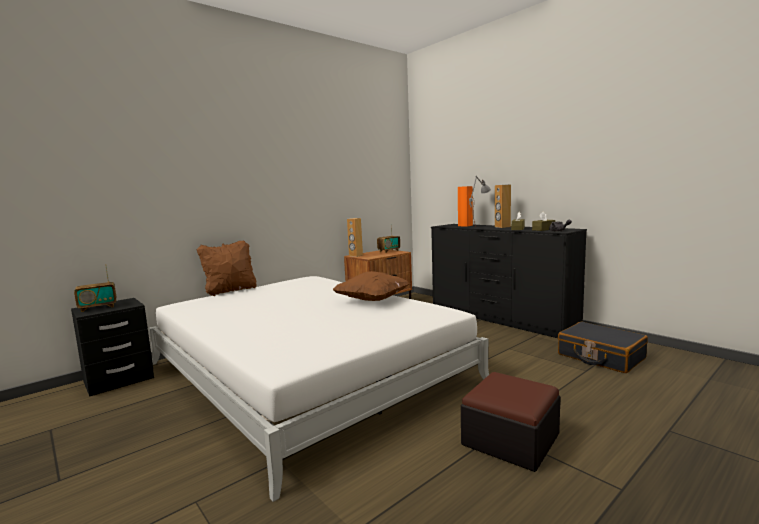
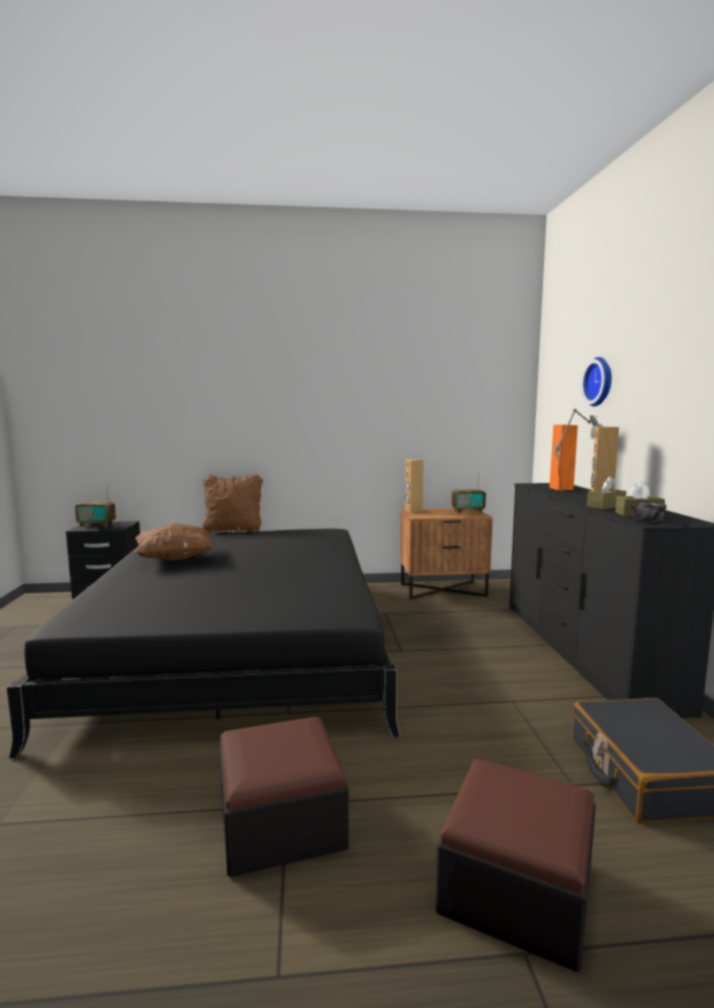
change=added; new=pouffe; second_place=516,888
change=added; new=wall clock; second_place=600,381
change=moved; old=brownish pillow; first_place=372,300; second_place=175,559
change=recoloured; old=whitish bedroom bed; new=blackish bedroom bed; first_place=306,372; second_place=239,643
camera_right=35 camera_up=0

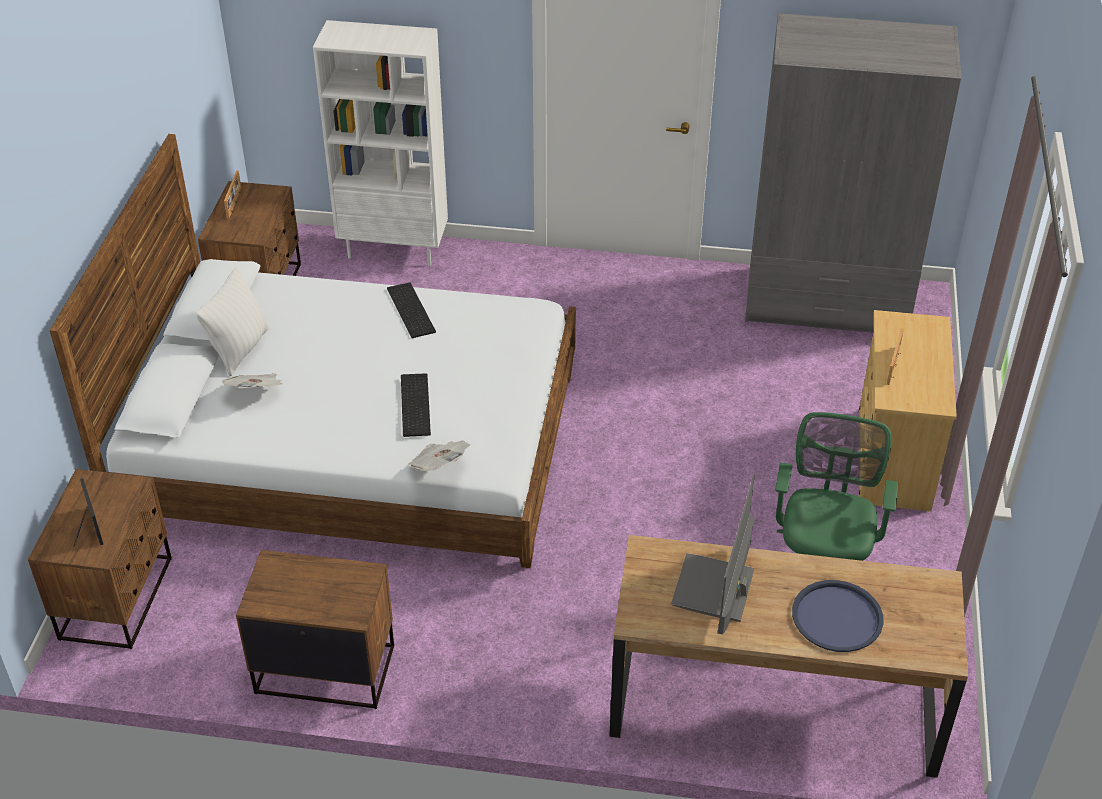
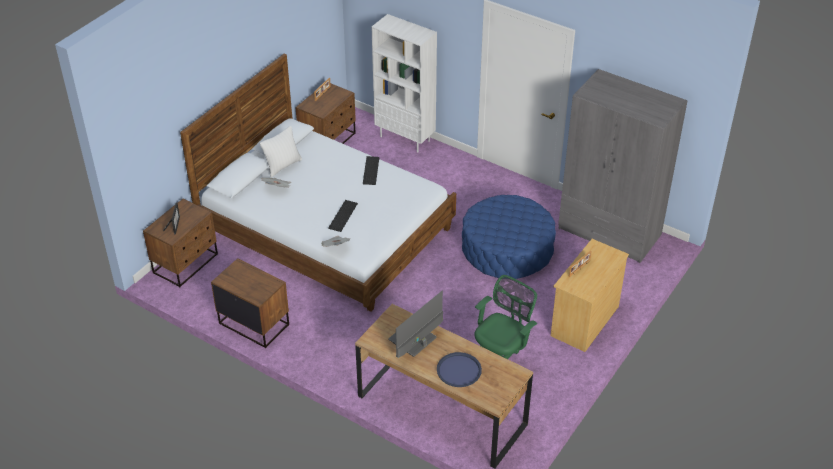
change=added; new=bluish pouffe; second_place=507,249
camera_right=25 camera_up=0

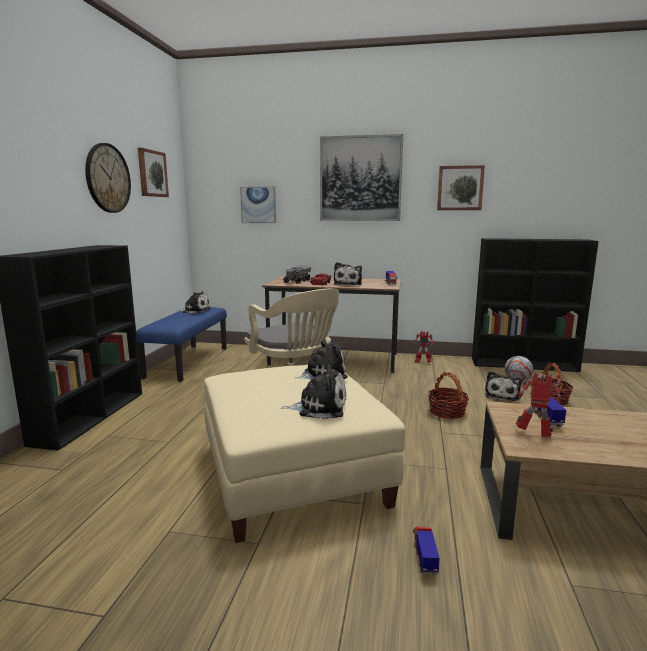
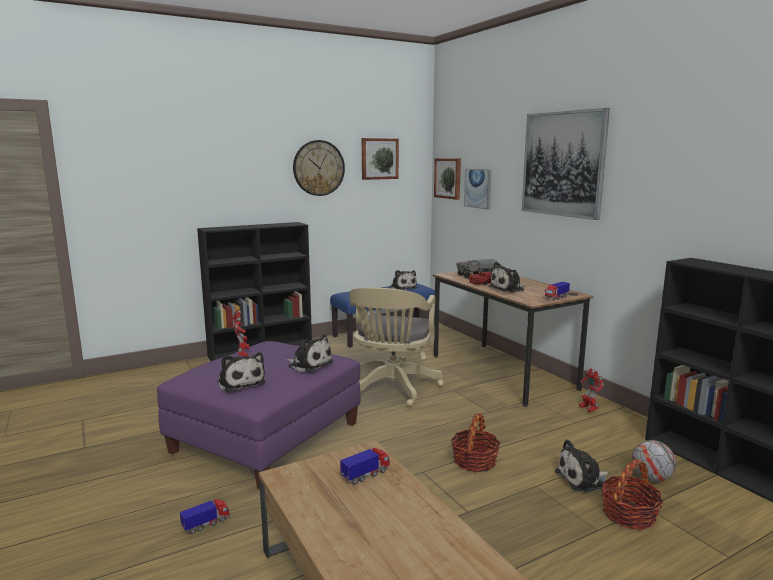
change=moved; old=wall art; first_place=460,188; second_place=448,178
change=moved; old=robot figure; first_place=534,435; second_place=243,354
change=recoloured; old=beige-coloured pouffe; new=purple pouffe; first_place=292,473; second_place=266,437
camera_right=50 camera_up=0

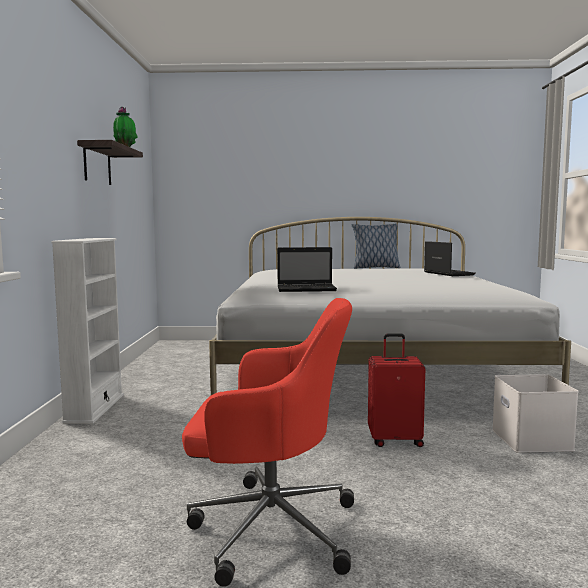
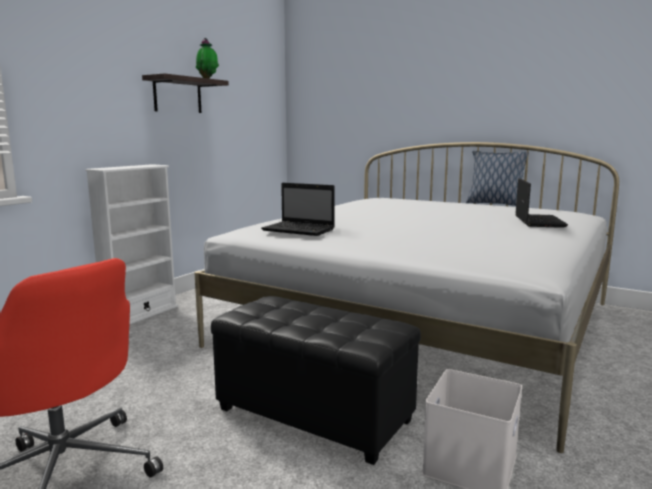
change=replaced; old=red-coloured suitcase; new=blackish pouffe; first_place=395,440; second_place=315,415
camera_right=30 camera_up=5

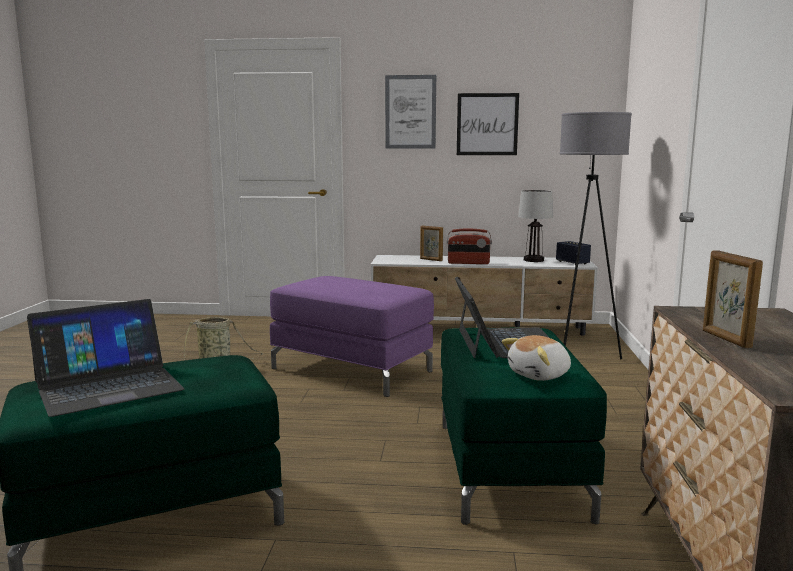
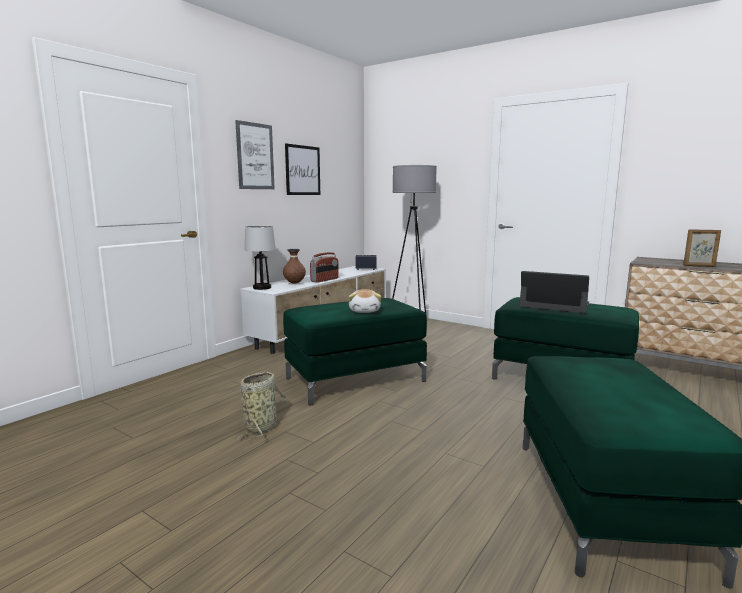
change=removed; old=notebook computer; first_place=108,385
change=moved; old=soft toy; first_place=540,375; second_place=365,311
change=moved; old=lamp for a table; first_place=533,260; second_place=261,288
change=replaced; old=standing frame; new=brownish decorative vase; first_place=431,260; second_place=294,283
change=recoloured; old=purple pouffe; new=green pouffe; first_place=353,370; second_place=356,379
camera_right=-60 camera_up=0

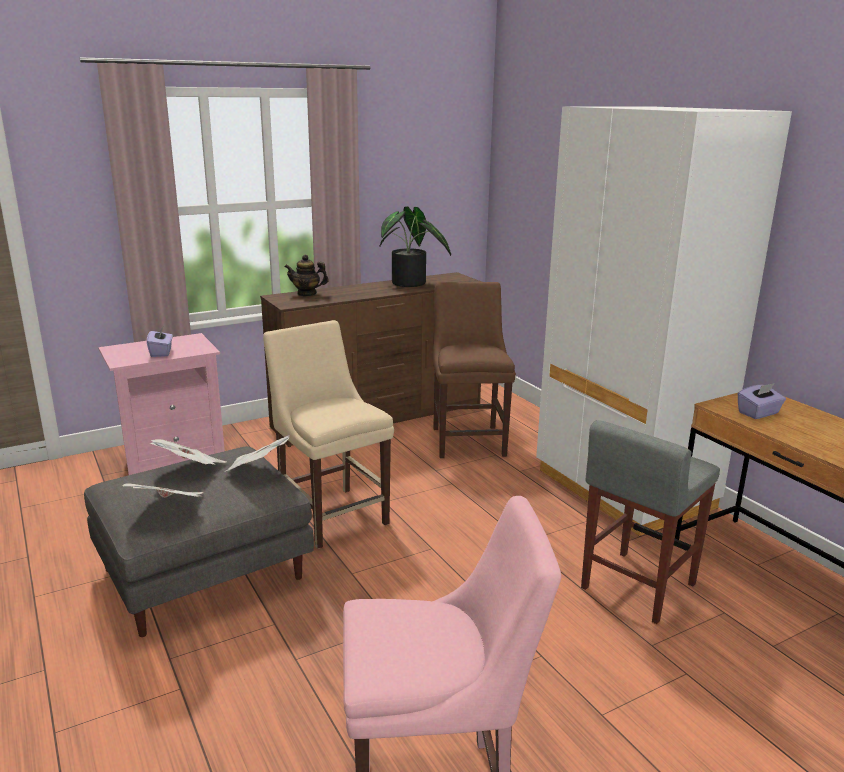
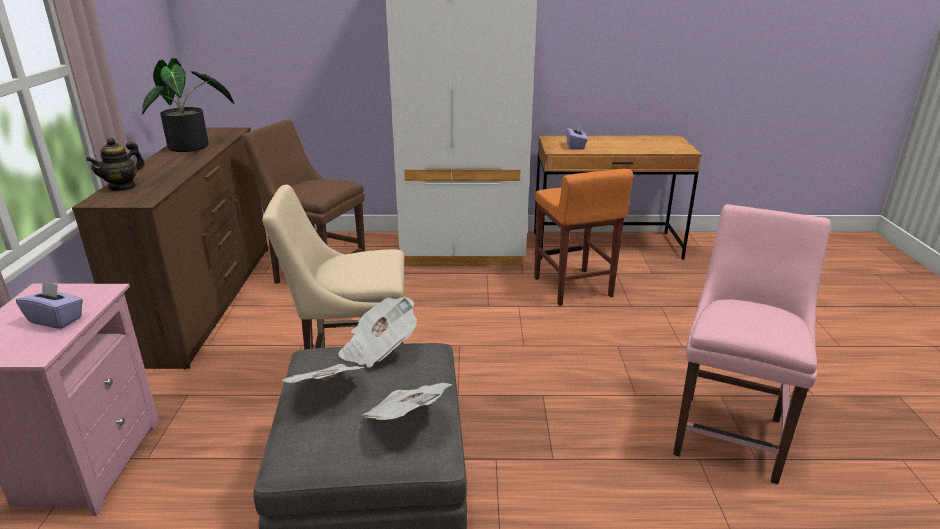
change=recoloured; old=greyish stool seat; new=orange stool seat; first_place=637,586; second_place=573,287
camera_right=-60 camera_up=5

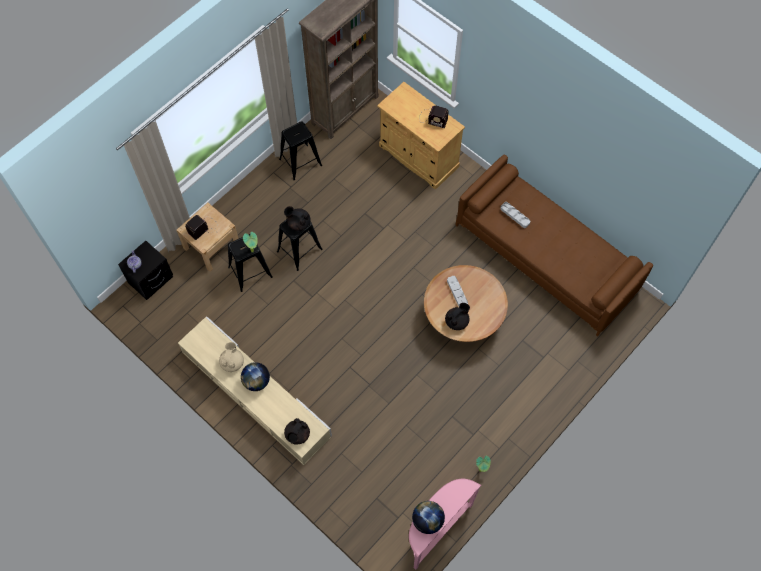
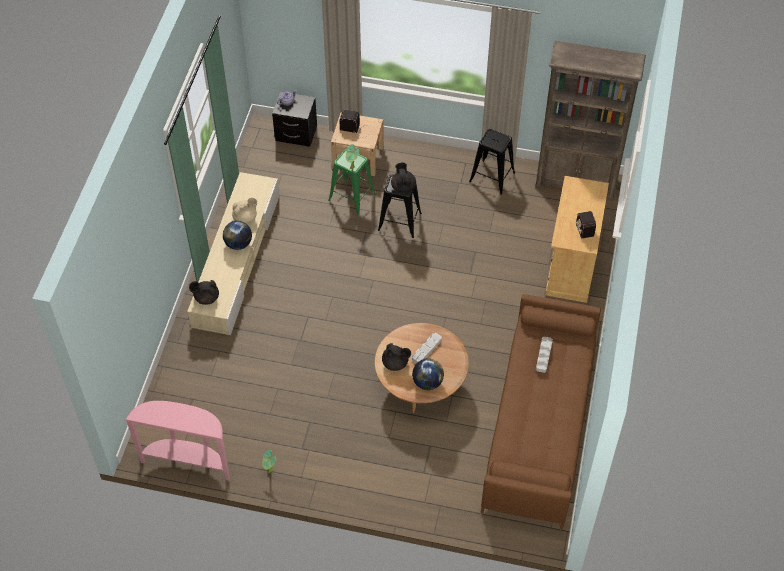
change=moved; old=globe; first_place=427,520; second_place=427,382
change=recoloured; old=blackish stool seat; new=green stool seat; first_place=250,272; second_place=351,197
camera_right=60 camera_up=-10

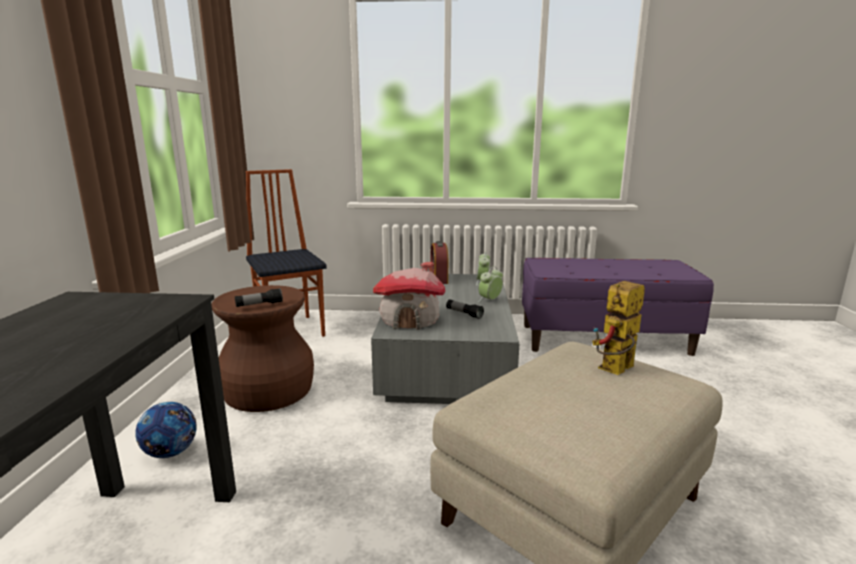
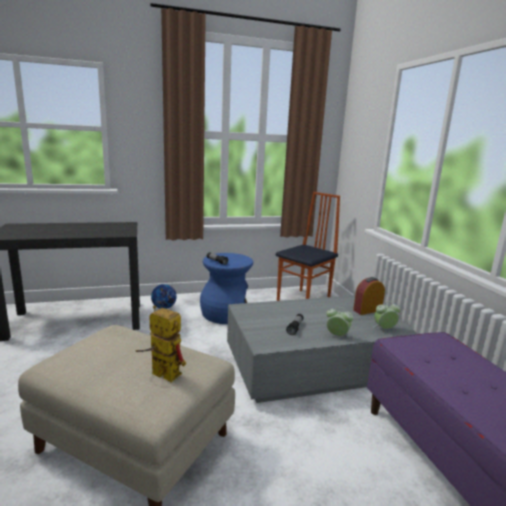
change=removed; old=miniature house; first_place=410,320
change=recoloured; old=brownish stool seat; new=bluish stool seat; first_place=267,391; second_place=225,313
camera_right=70 camera_up=0

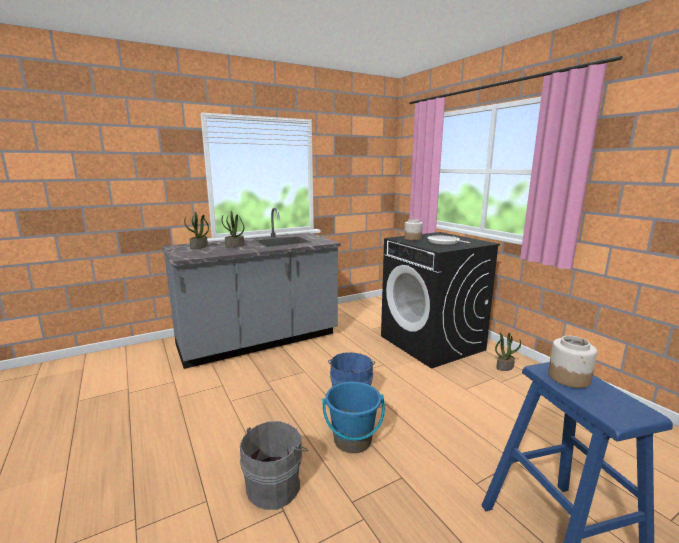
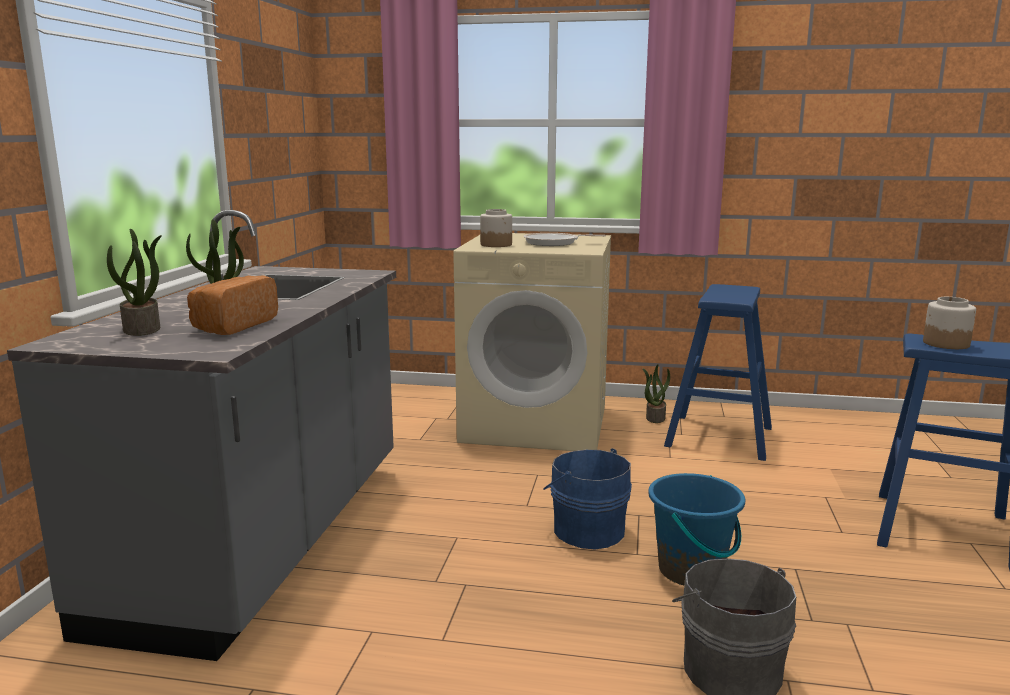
change=added; new=bread; second_place=233,325
change=added; new=bluish stool seat; second_place=719,436
change=recoloured; old=blackish laundry machine; new=beige-coloured laundry machine; first_place=432,343; second_place=536,424
camera_right=-50 camera_up=0

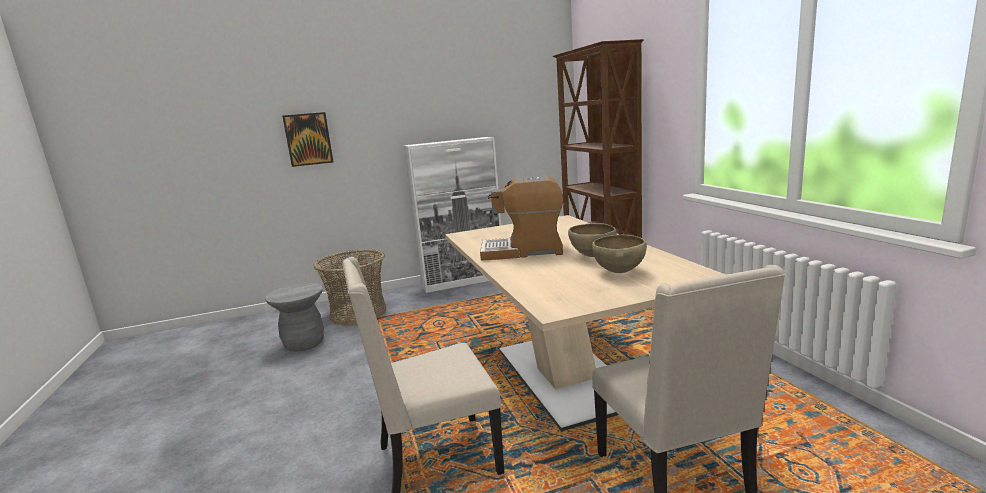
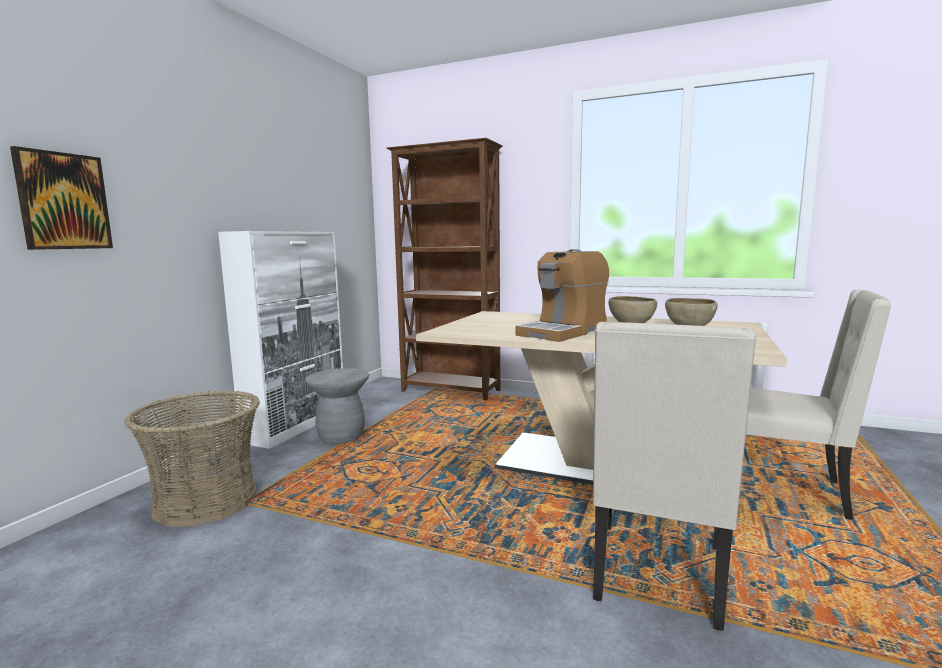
change=moved; old=greyish stool seat; first_place=304,343; second_place=341,437
camera_right=-50 camera_up=-5

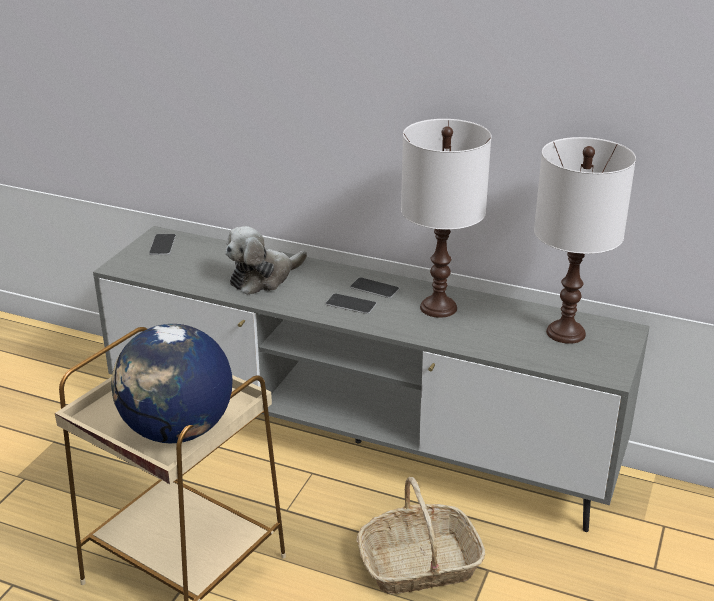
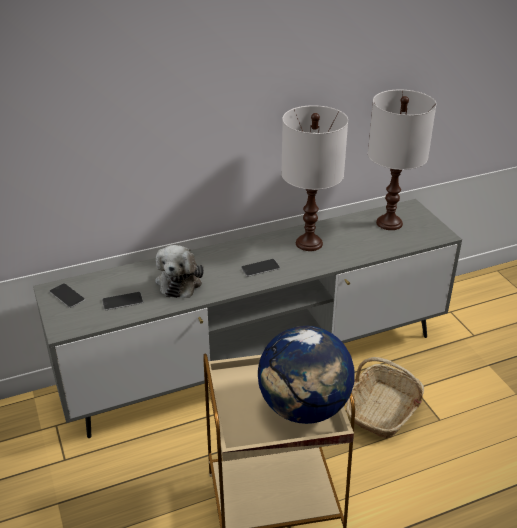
change=moved; old=phone; first_place=374,288; second_place=122,301
camera_right=-45 camera_up=5

